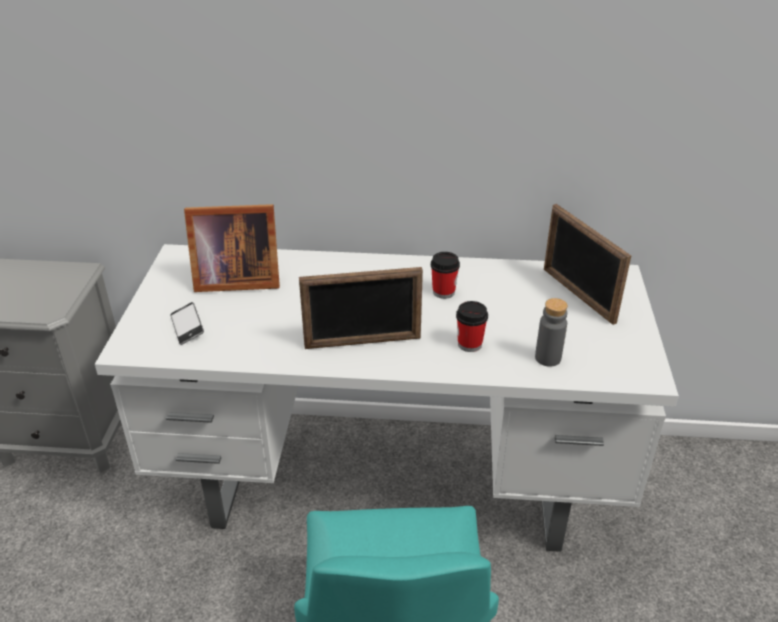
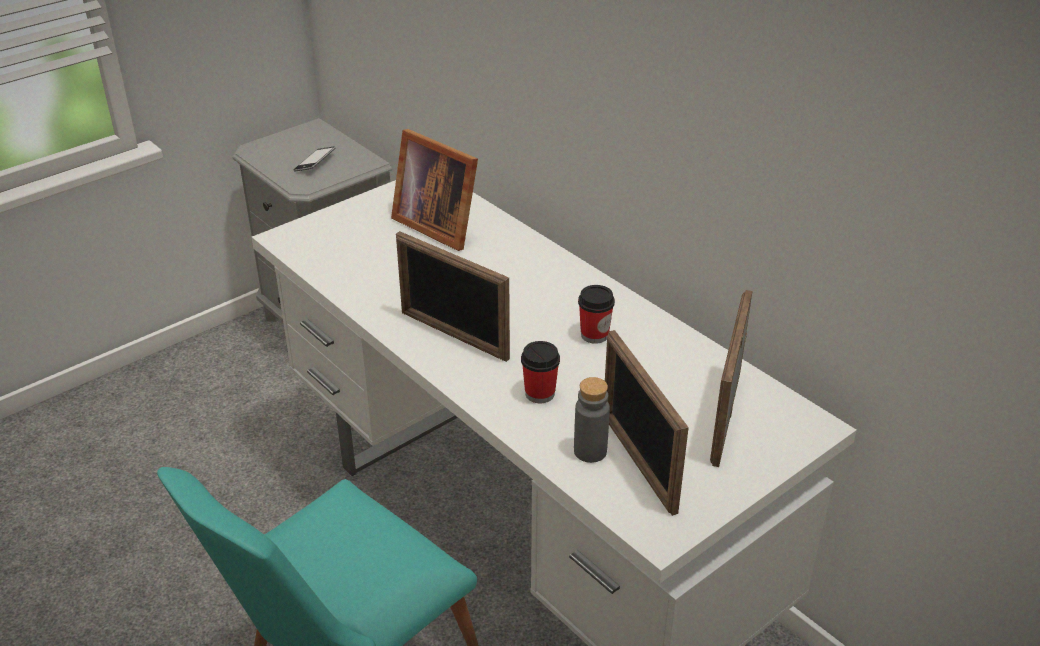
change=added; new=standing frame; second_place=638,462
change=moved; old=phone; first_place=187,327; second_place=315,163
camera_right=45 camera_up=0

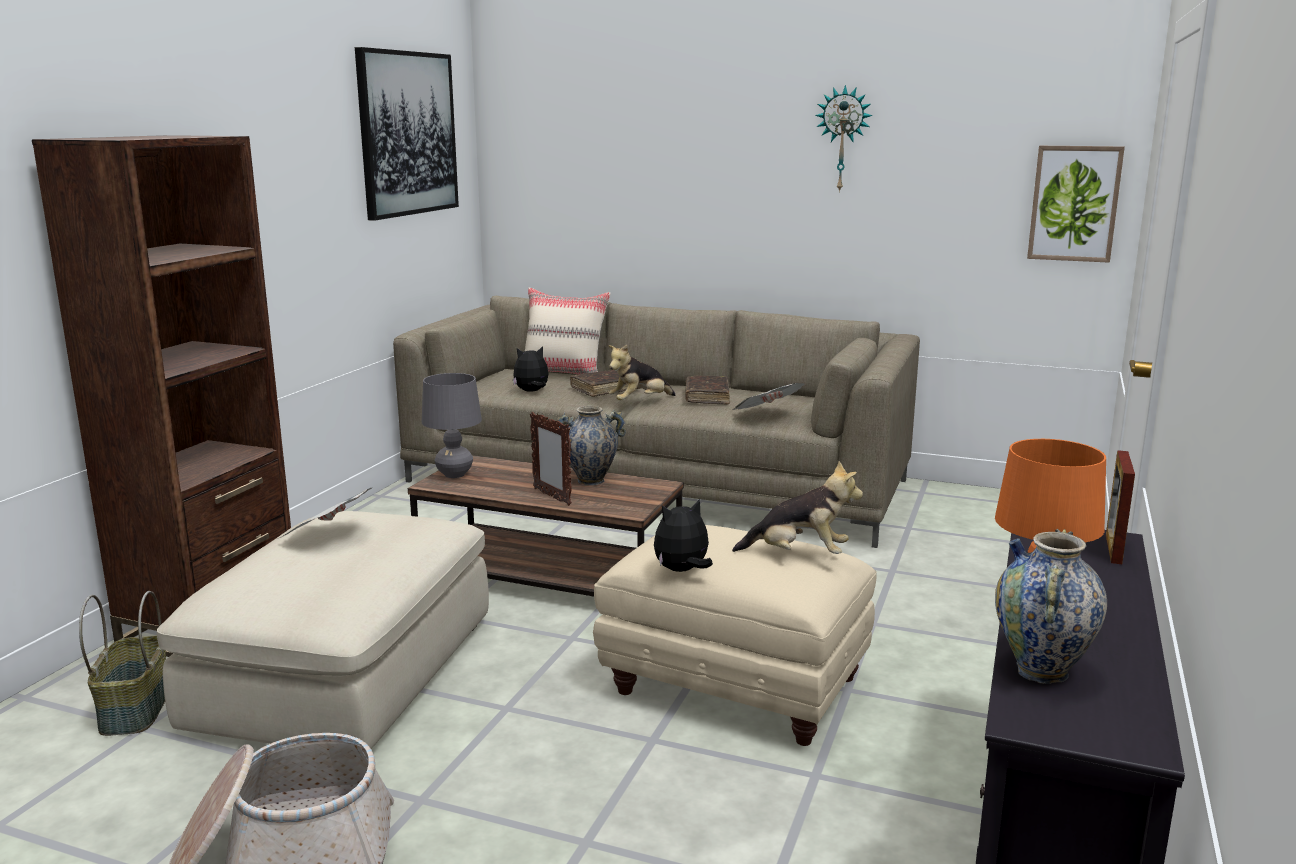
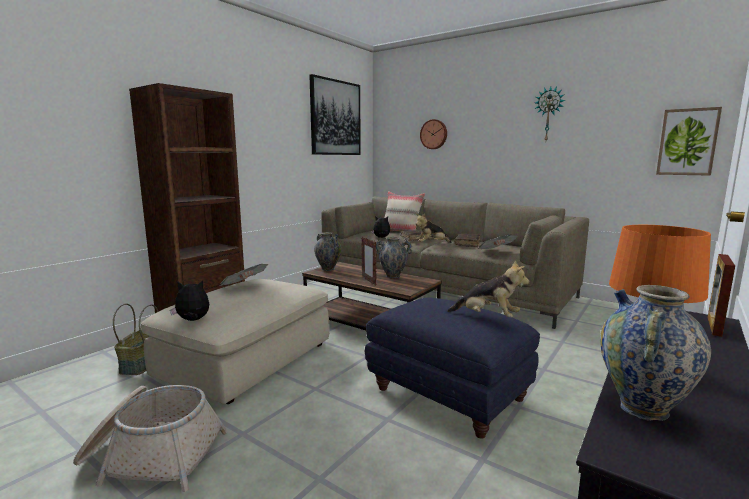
change=added; new=wall clock; second_place=434,134
change=moved; old=soft toy; first_place=682,571; second_place=193,320
change=replaced; old=greyish lamp for a table; new=decorative vase; first_place=454,474; second_place=328,269
change=recoloured; old=beige-coloured pouffe; new=bluish pouffe; first_place=732,686; second_place=446,394
camera_right=15 camera_up=-5

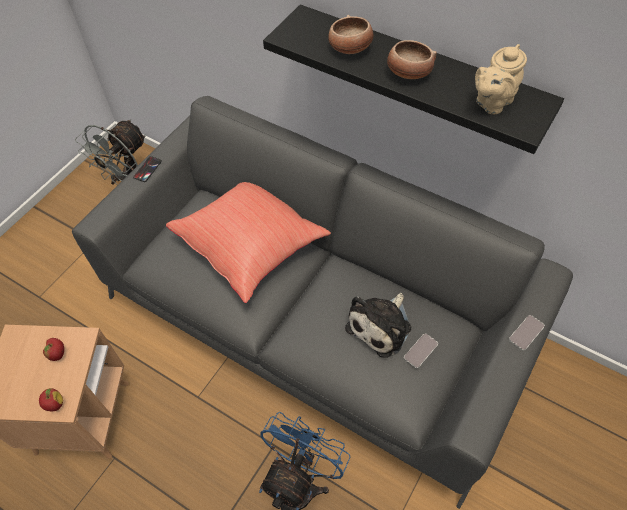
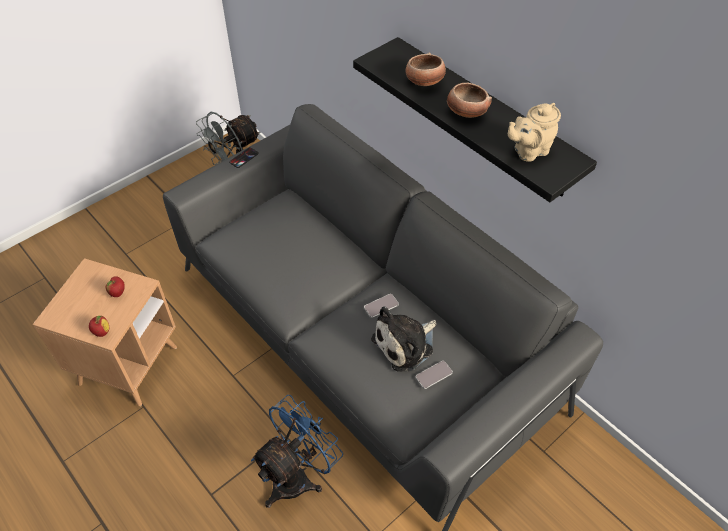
change=removed; old=red-coloured pillow; first_place=251,244
change=moved; old=phone; first_place=526,333; second_place=381,306
camera_right=15 camera_up=-5

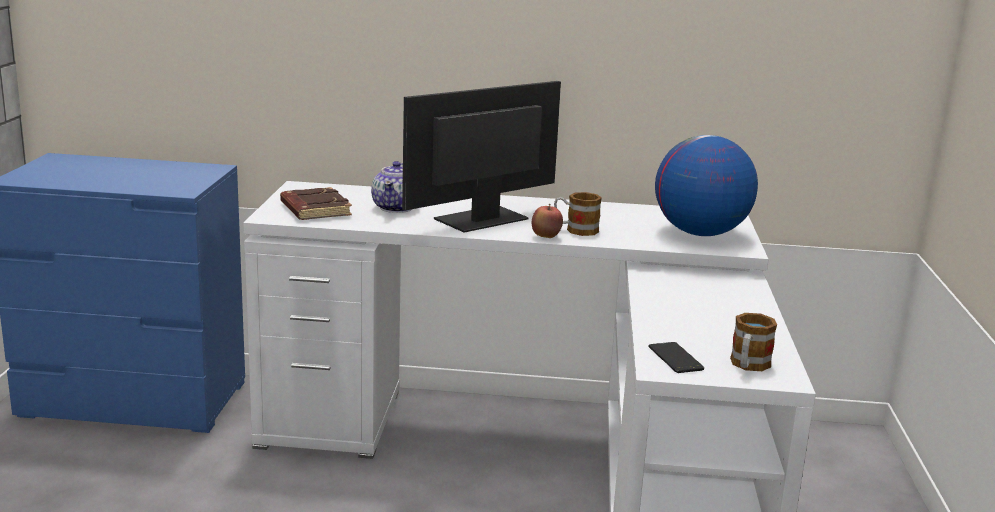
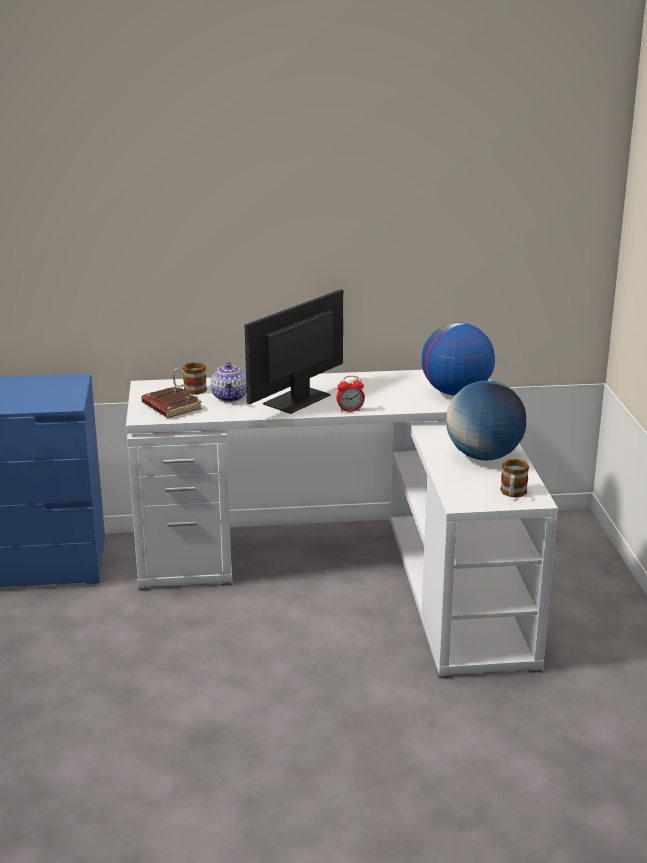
change=removed; old=phone; first_place=675,358
change=added; new=globe; second_place=484,456
change=moved; old=tea mug; first_place=575,230; second_place=190,390
change=replaced; old=apple fruit; new=alarm clock; first_place=546,237; second_place=350,410
camera_right=-10 camera_up=5

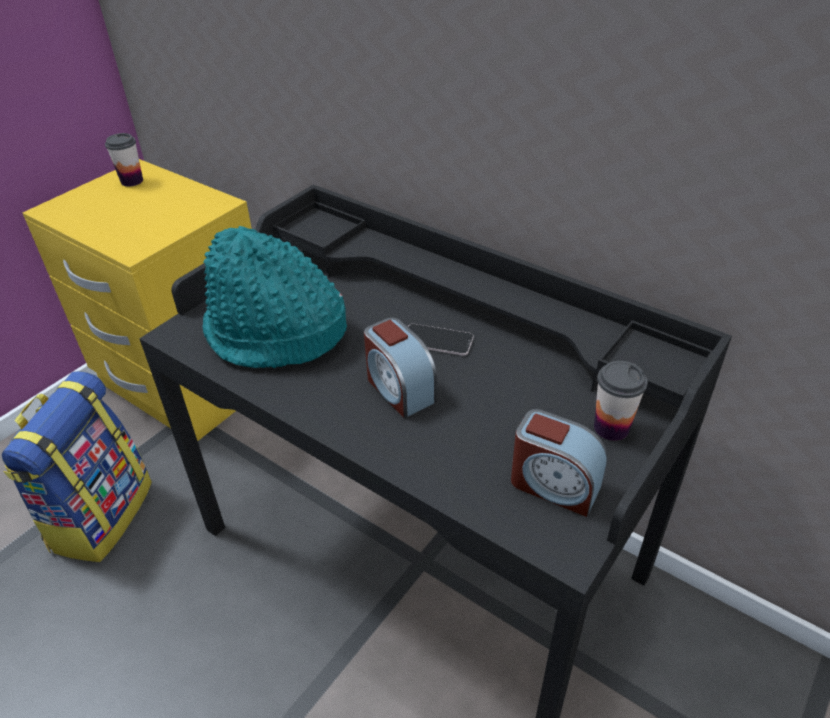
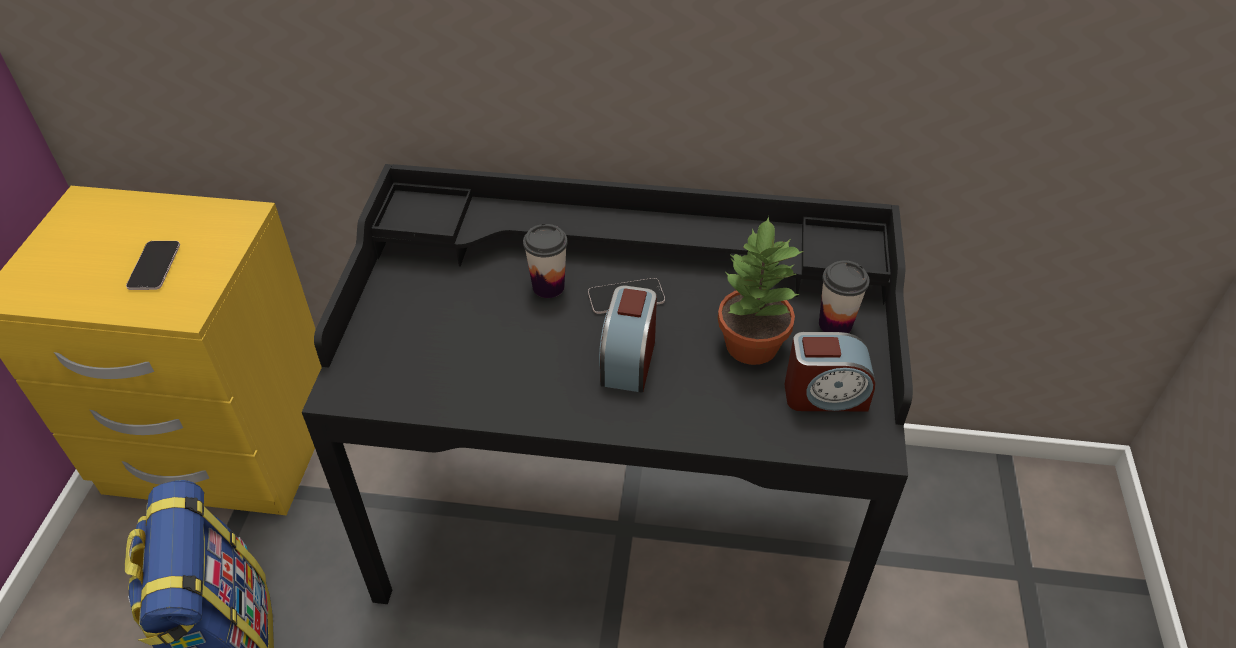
change=removed; old=turquoise wearable hat; first_place=274,334
change=added; new=phone; second_place=154,266
change=added; new=houseplant; second_place=751,346
change=moved; old=drinking cup; first_place=132,181; second_place=548,287
change=turned; old=alarm clock; first_place=399,389; second_place=628,360; degrees=75
camera_right=-30 camera_up=5

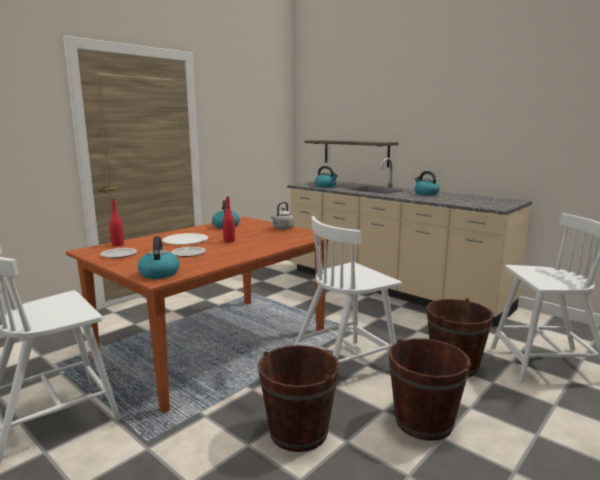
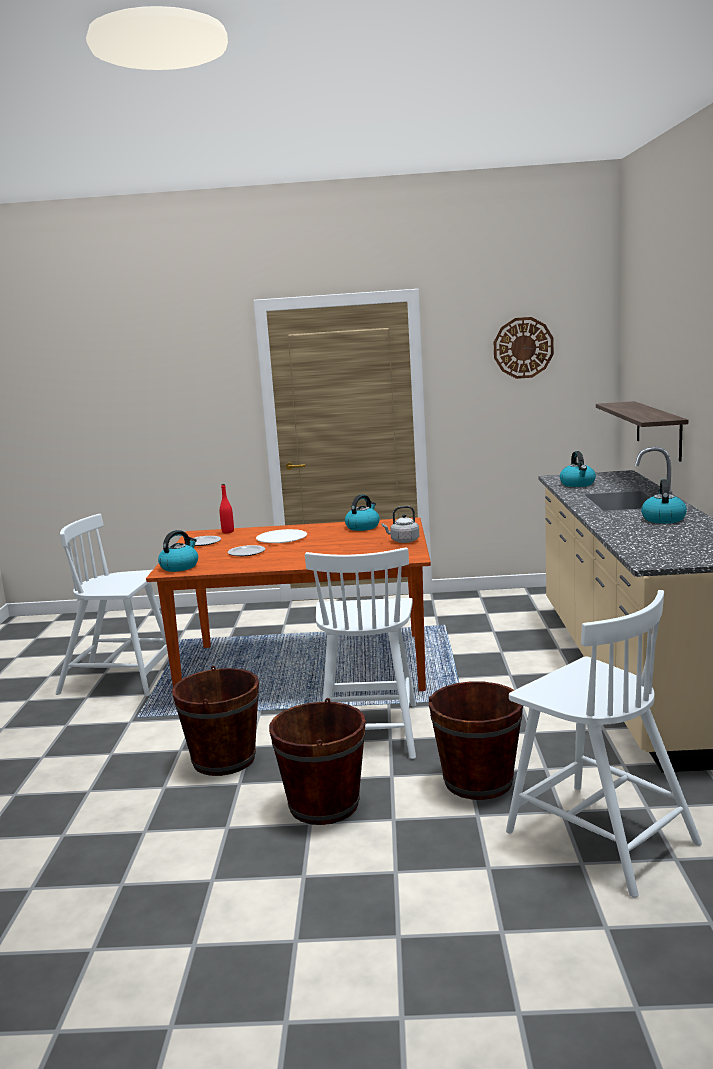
change=removed; old=red-coloured drink bottle; first_place=229,241
change=added; new=wall clock; second_place=523,348
change=turned; old=whitish plain chair; first_place=344,365; second_place=369,730; degrees=-105
camera_right=50 camera_up=0

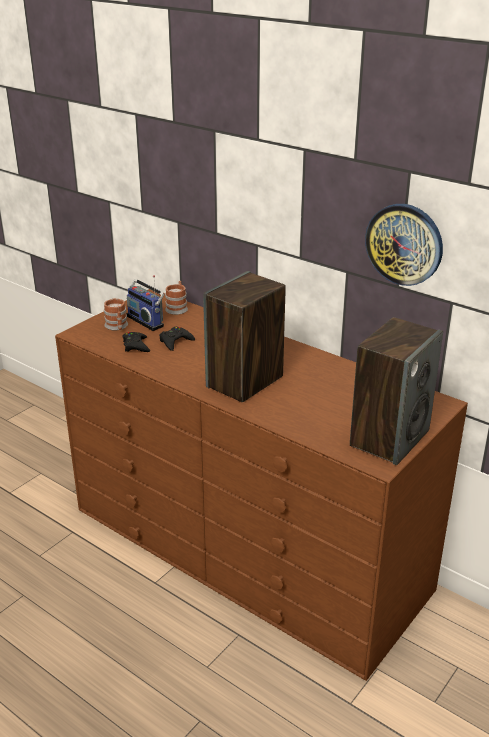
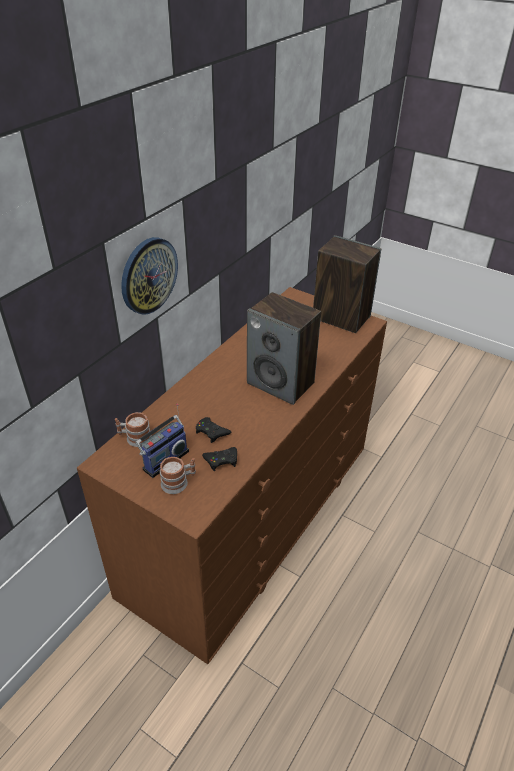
change=moved; old=wall clock; first_place=404,244; second_place=148,275
camera_right=-95 camera_up=10

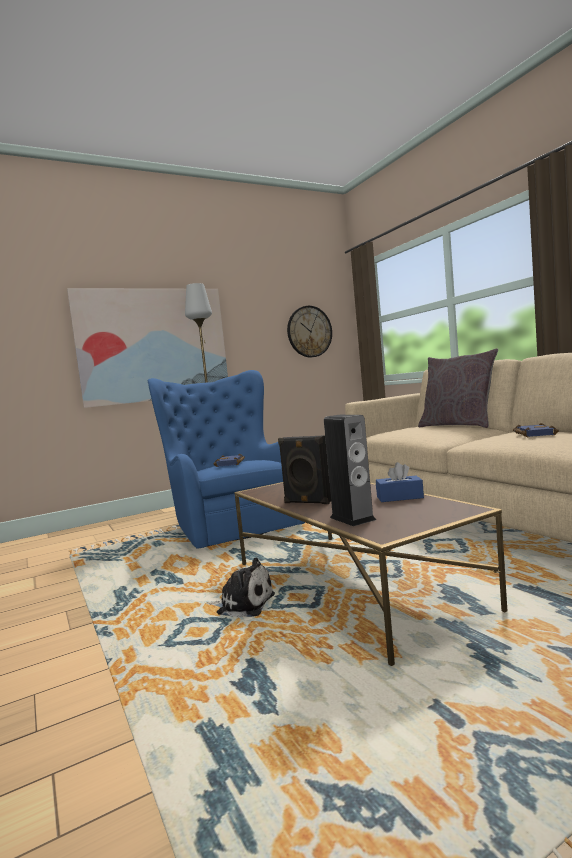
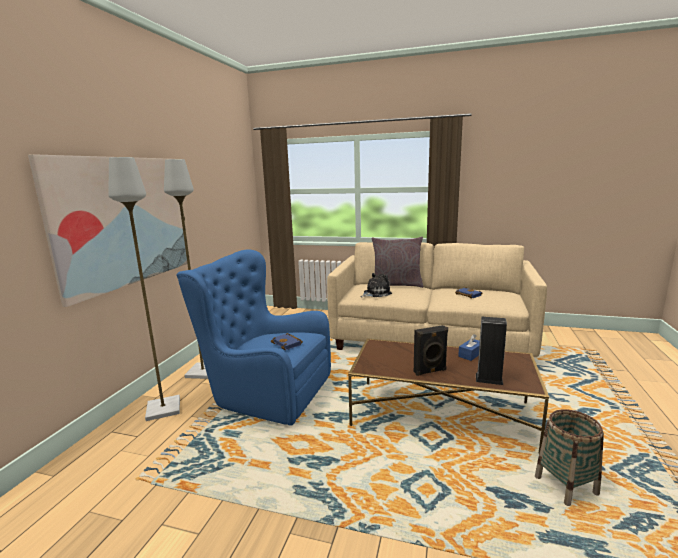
change=removed; old=wall clock; first_place=309,331
change=added; new=greyish floor lamp; second_place=162,409
change=added; new=basket; second_place=566,486
change=moved; old=soft toy; first_place=243,604; second_place=375,293
camera_right=-45 camera_up=10

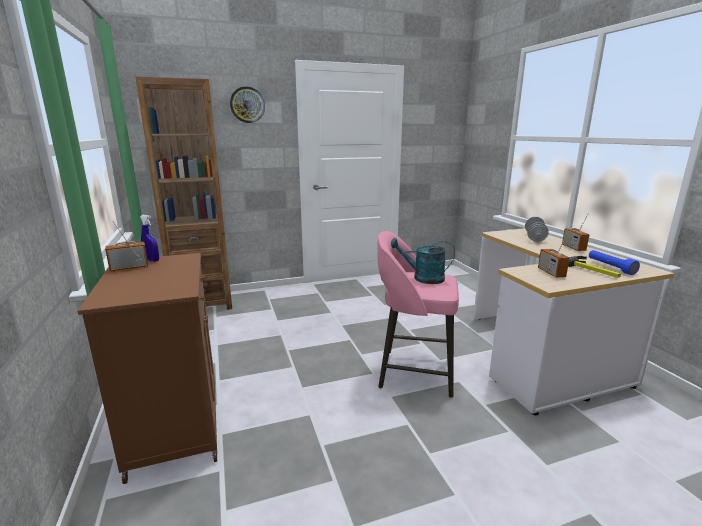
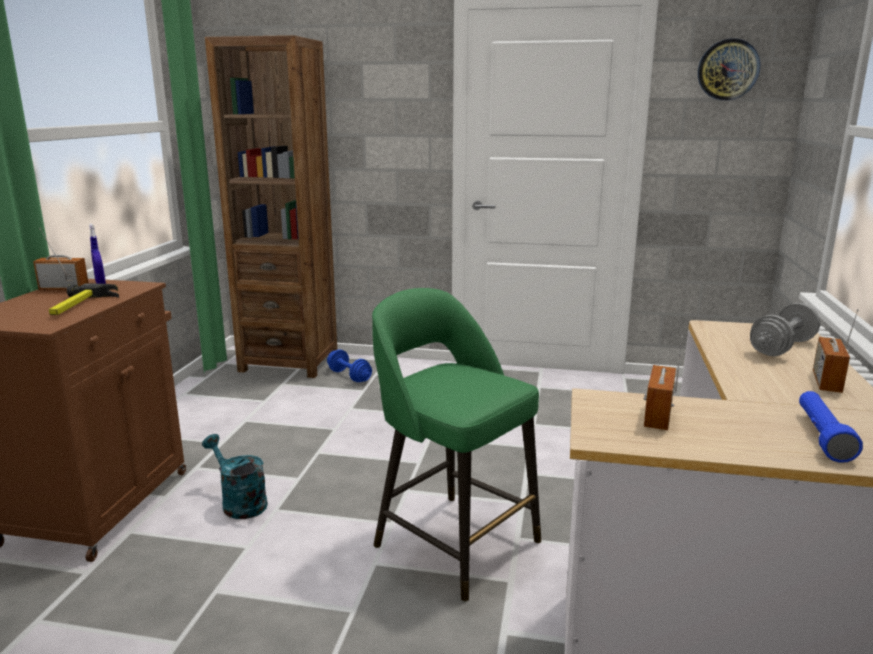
change=added; new=bluish hand weight; second_place=349,376
change=moved; old=wall clock; first_place=247,105; second_place=728,69
change=moved; old=turquoise watering can; first_place=422,278; second_place=239,502
change=moved; old=tool hammer; first_place=592,271; second_place=80,306
change=recoloured; old=pink-coloured stool seat; new=green stool seat; first_place=413,372; second_place=453,541
camera_right=30 camera_up=0

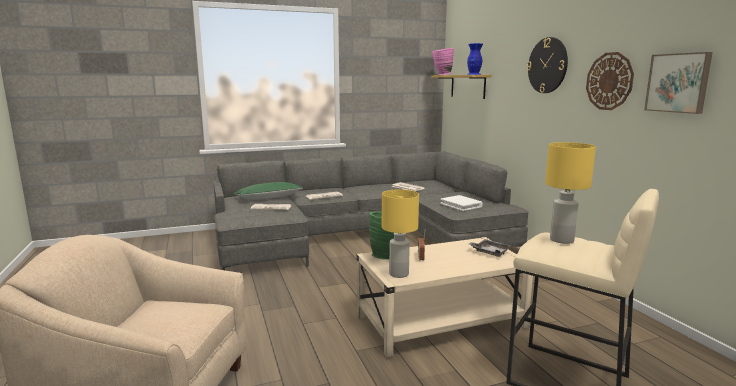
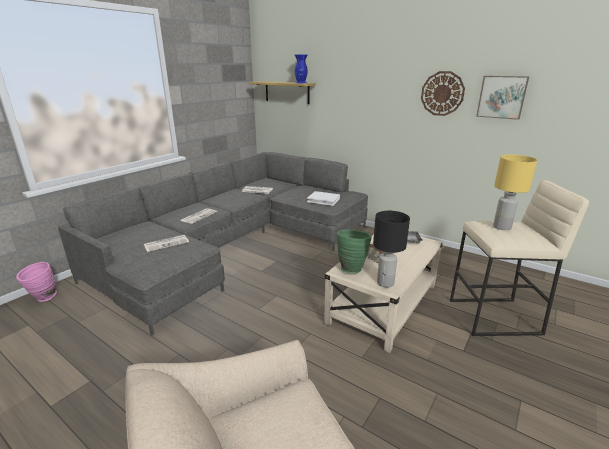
change=removed; old=green pillow; first_place=268,198
change=removed; old=wall clock; first_place=547,65
change=moved; old=pink-coloured decorative vase; first_place=442,75; second_place=43,299
change=recoloured; old=yellow lamp for a table; new=blackish lamp for a table; first_place=398,274; second_place=385,283
camera_right=-35 camera_up=10

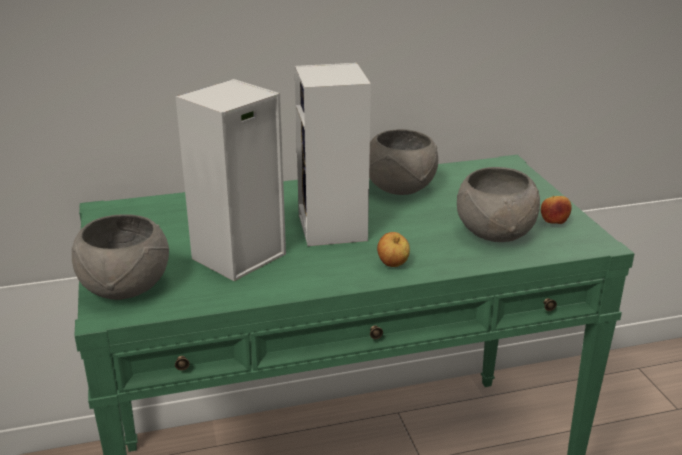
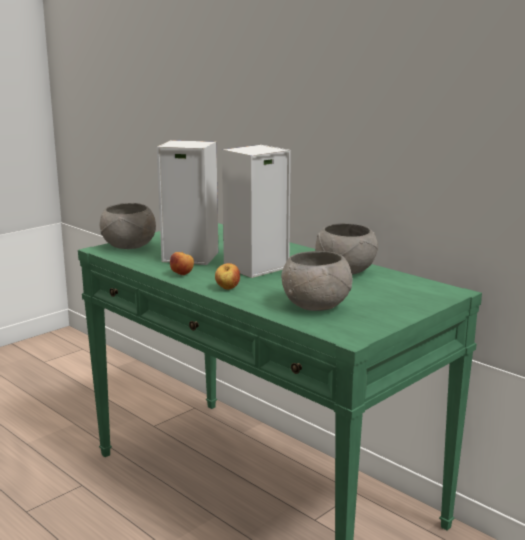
change=moved; old=apple fruit; first_place=553,223; second_place=182,274
camera_right=60 camera_up=-10

